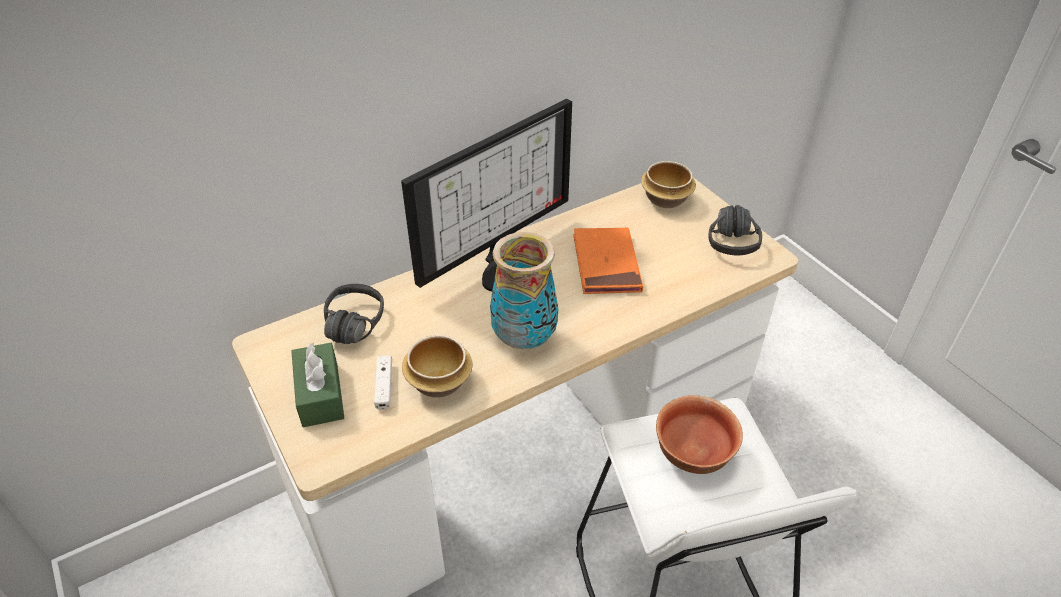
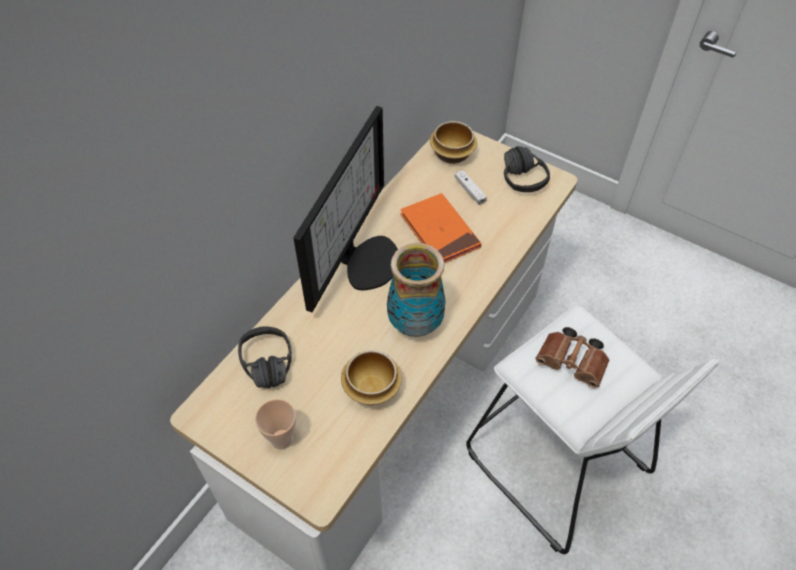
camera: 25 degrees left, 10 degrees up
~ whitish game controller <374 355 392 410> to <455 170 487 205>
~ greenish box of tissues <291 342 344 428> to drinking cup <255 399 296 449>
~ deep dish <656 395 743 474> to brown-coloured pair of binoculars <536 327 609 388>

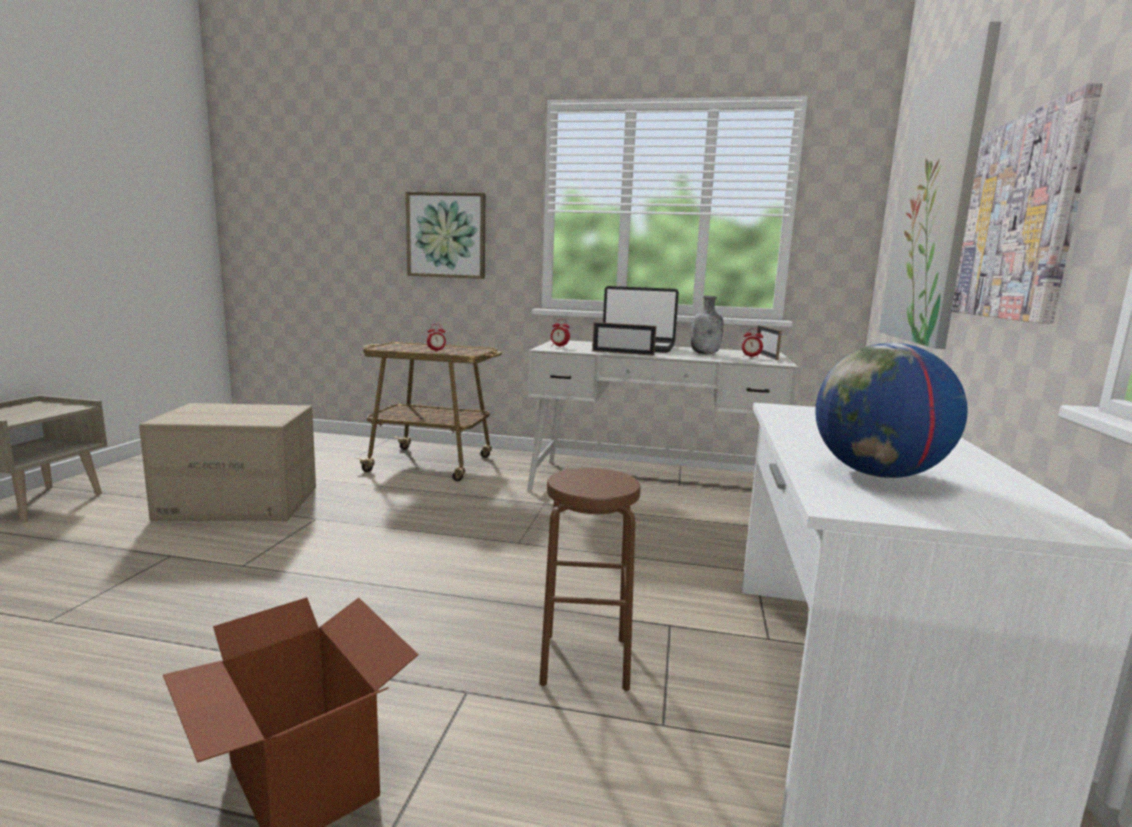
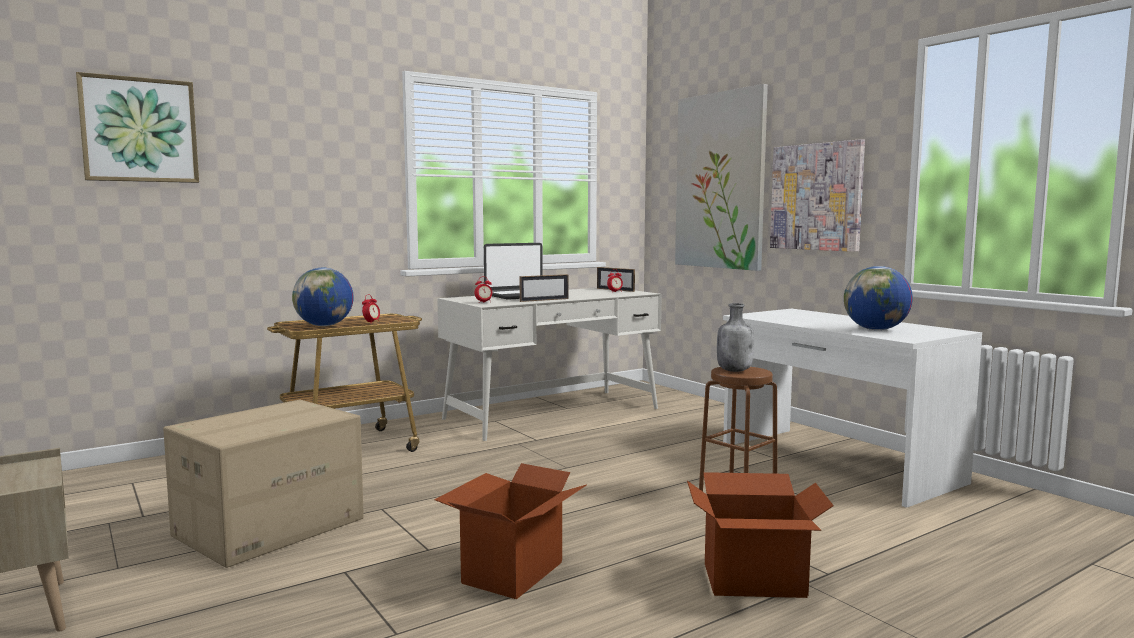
camera: 45 degrees left, 5 degrees down
+ desk globe <292 268 354 326>
+ cardboard box <434 463 587 599>
~ picture <406 192 485 279> to <76 72 199 183>
~ gray bottle <691 296 723 354> to <717 303 754 372>

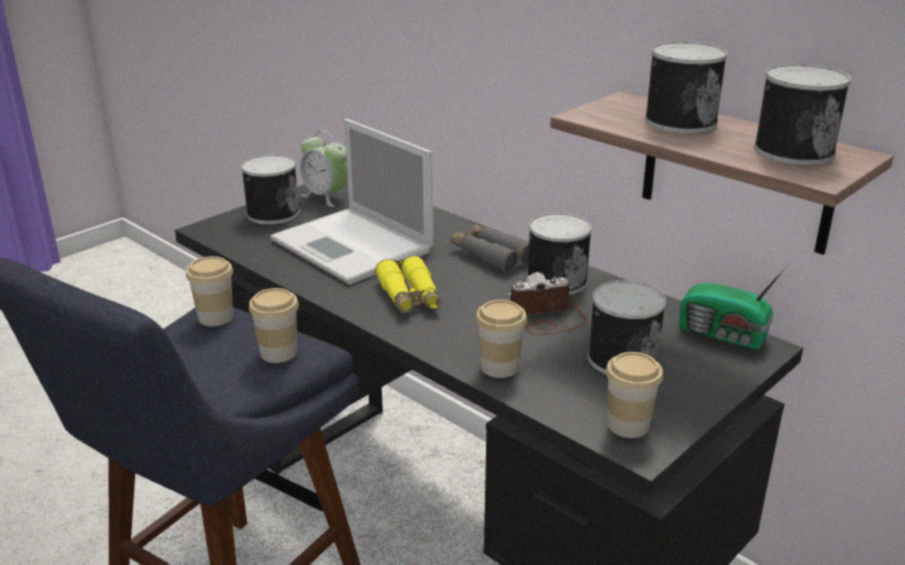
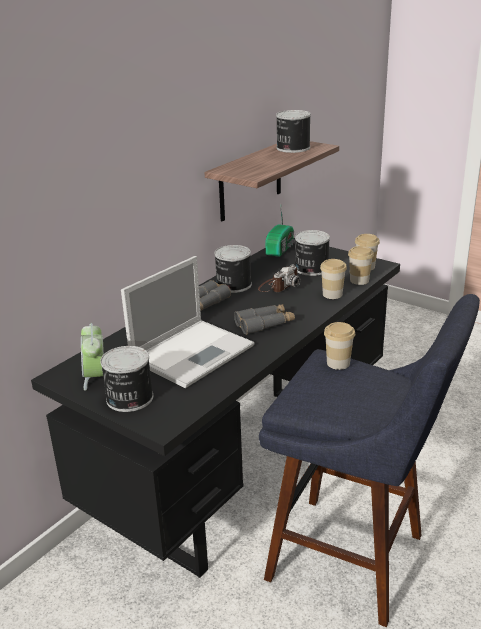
camera: 95 degrees left, 0 degrees up
- can <645 41 728 134>
~ drinking cup <186 256 233 326> to <348 246 374 285>
~ yellow pair of binoculars <375 255 442 314> to gray pair of binoculars <234 304 295 335>
~ table clock <300 131 348 207> = <81 323 104 390> 135 degrees clockwise
~ still camera <507 272 587 335> = <258 265 301 292> 120 degrees counterclockwise

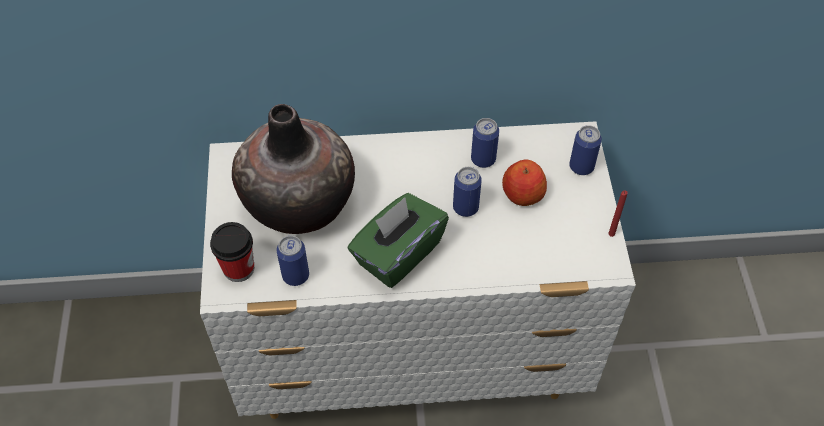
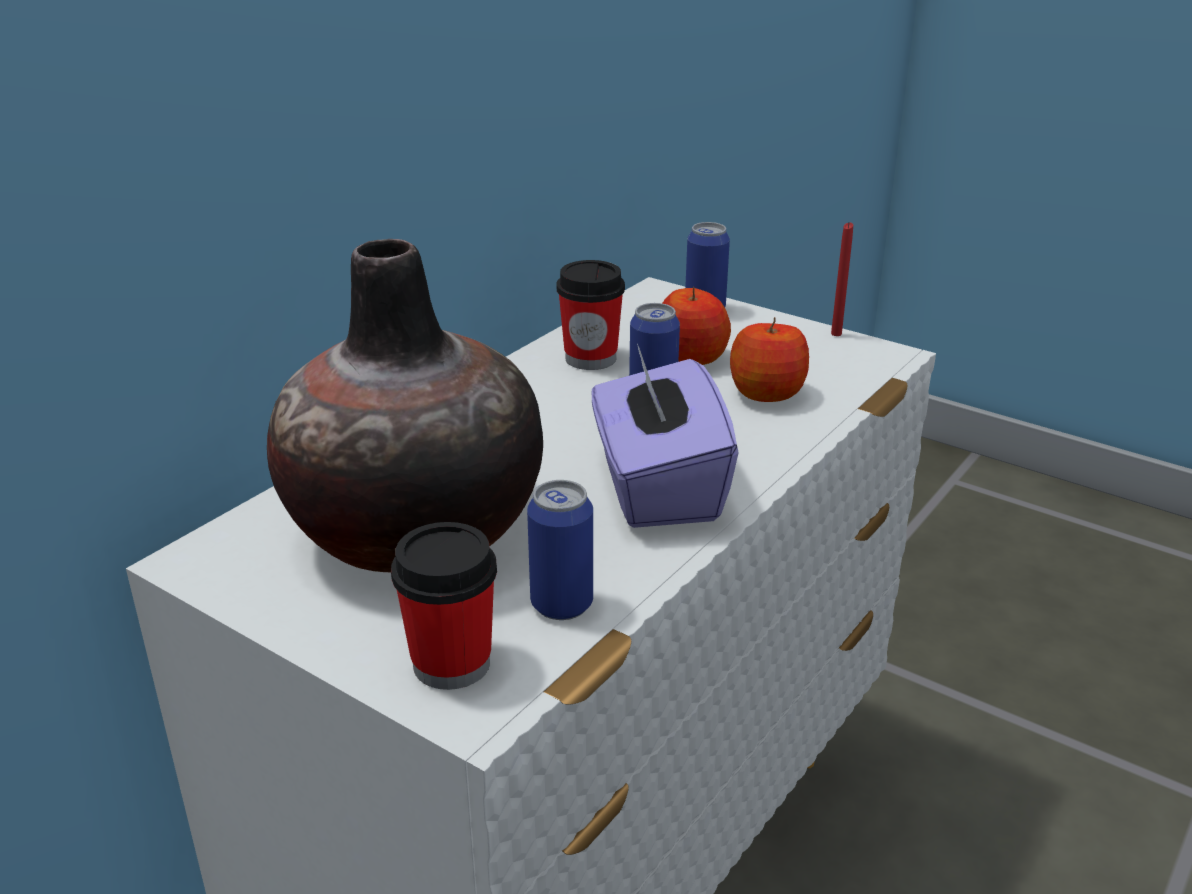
camera: 50 degrees left, 25 degrees down
+ apple <730 317 809 402>
~ can <471 118 499 168> to drinking cup <557 260 625 370>
~ greenish box of tissues <348 193 449 288> to purple box of tissues <592 343 739 528>

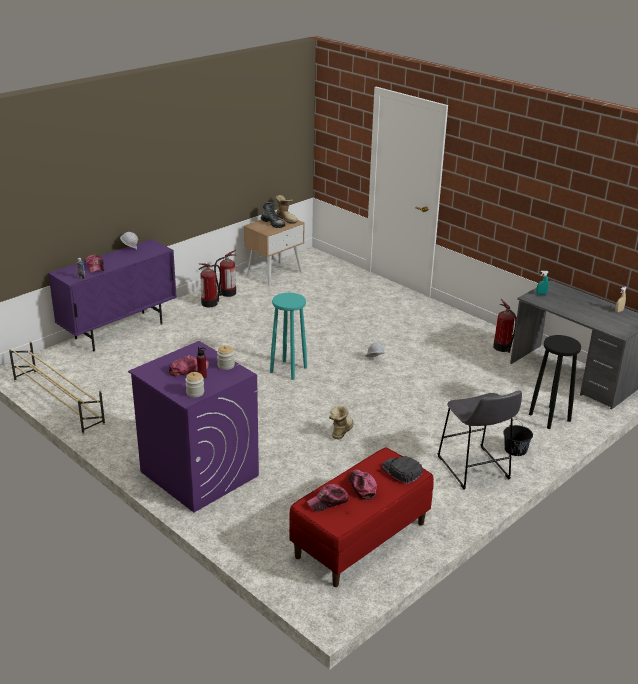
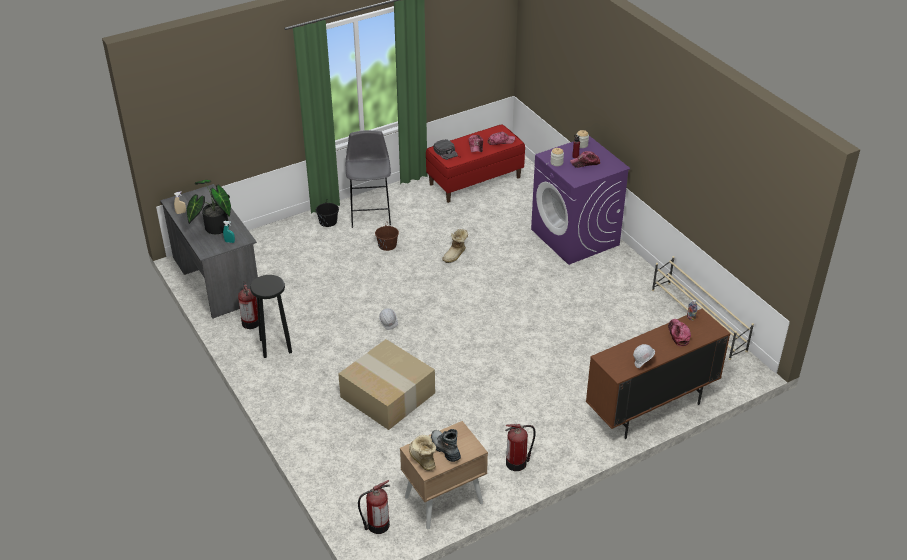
camera: 165 degrees left, 10 degrees up
- turquoise stool <270 293 307 380>
+ potted plant <187 180 231 234>
+ cardboard box <338 339 435 430>
+ brown-coloured bucket <375 221 399 251>
~ fire extinguisher <199 264 221 307> to <358 480 390 534>
~ black-coloured stool <529 335 581 429> to <250 275 292 358>
~ purple cupboard <48 239 177 351> to brown-coloured cupboard <586 309 731 439>

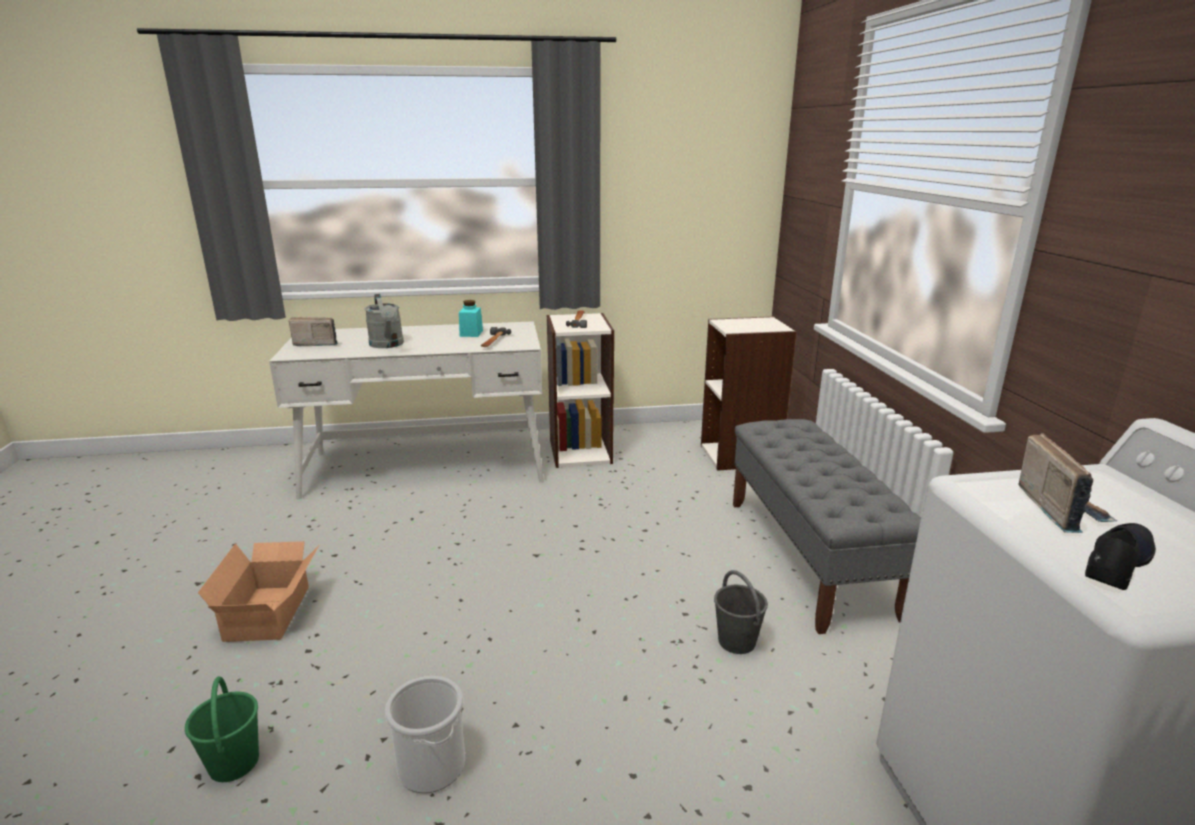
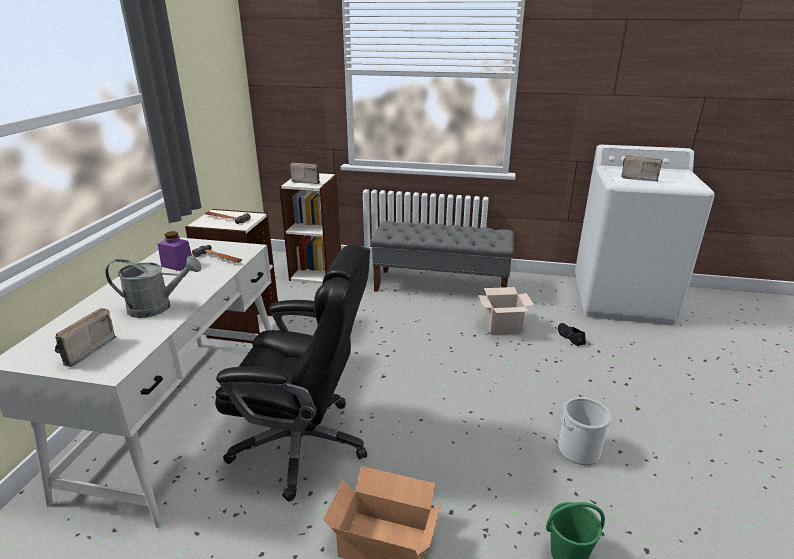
camera: 70 degrees left, 5 degrees up
+ black-coloured computer chair <215 244 370 502>
+ radio <290 162 320 184>
~ black-coloured item of footwear <1085 523 1156 590> to <558 323 586 346>
~ gray bucket <714 570 768 654> to cardboard box <478 287 534 335>
~ turquoise storage jar <459 300 483 337> to purple storage jar <158 231 192 271>

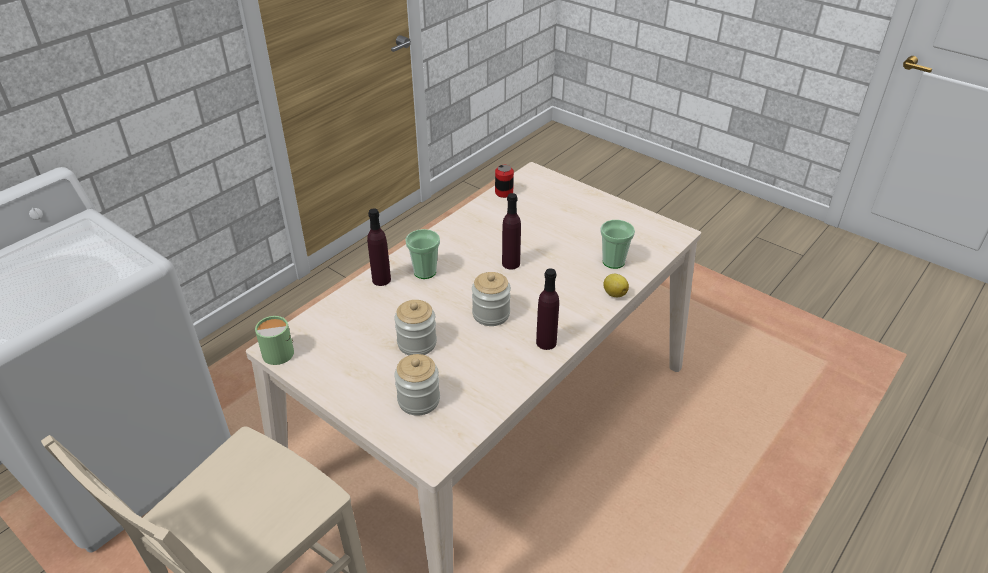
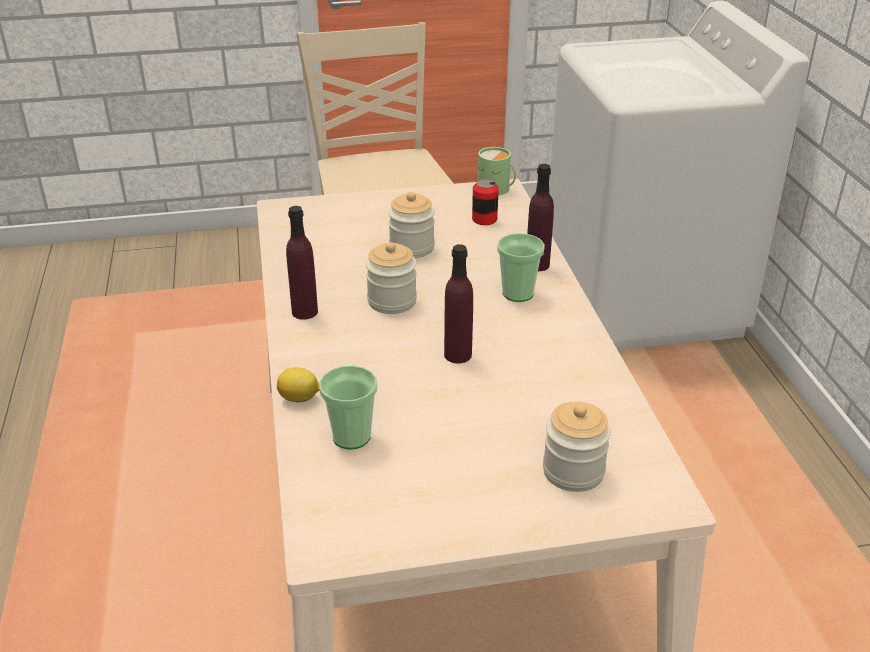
camera: 130 degrees right, 5 degrees down
~ storage jar <394 354 440 416> to <543 401 611 492>
~ can <495 165 514 198> to <472 179 499 225>

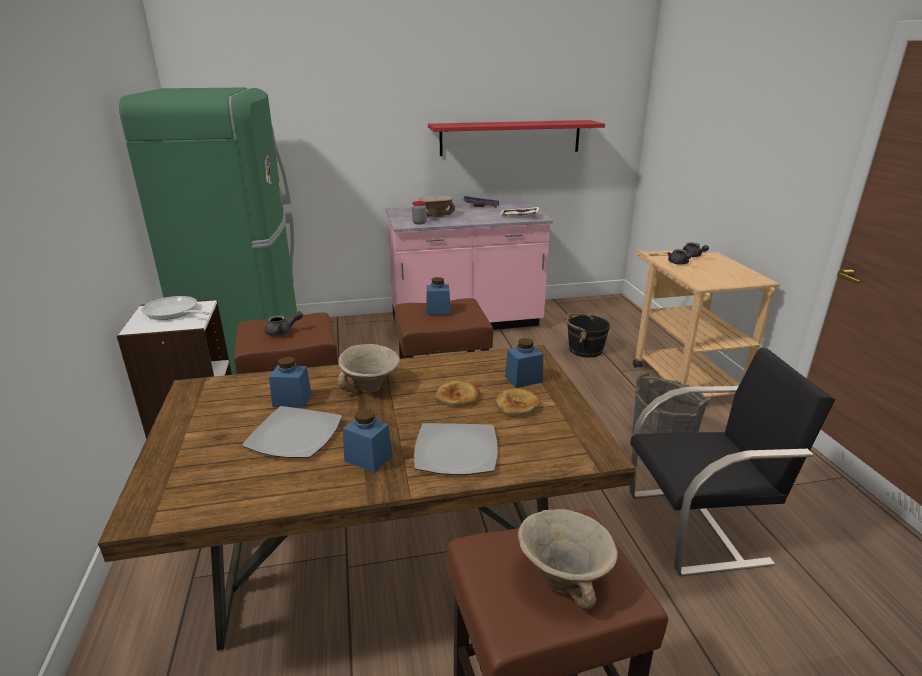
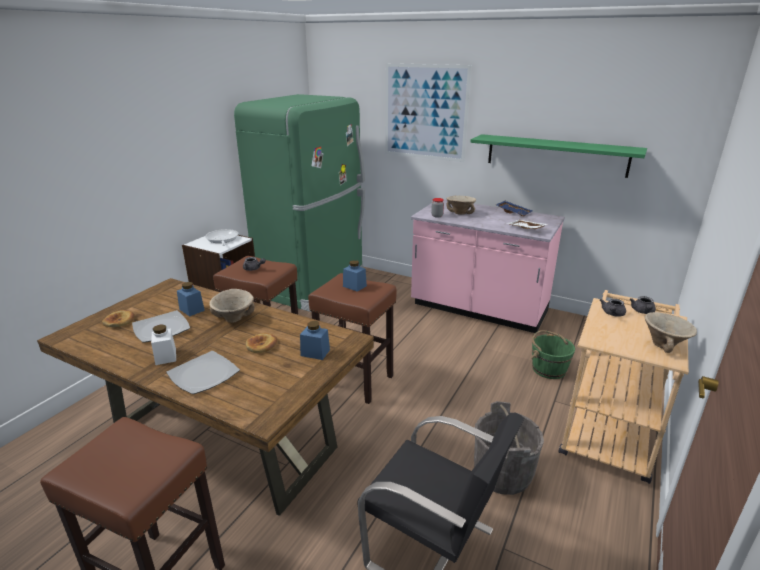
camera: 40 degrees right, 0 degrees up
+ picture <385 63 472 162>
~ bread <495 388 540 417> to <102 310 135 327>
~ sand-coloured deep dish <518 509 618 610> to <644 312 697 353>
~ blue storage jar <343 409 392 473> to whitish storage jar <151 325 176 365>
~ red bracket shelf <428 120 605 156> to greenish bracket shelf <470 134 647 178>
~ black-coloured bucket <566 313 610 358> to greenish bucket <531 330 575 379>

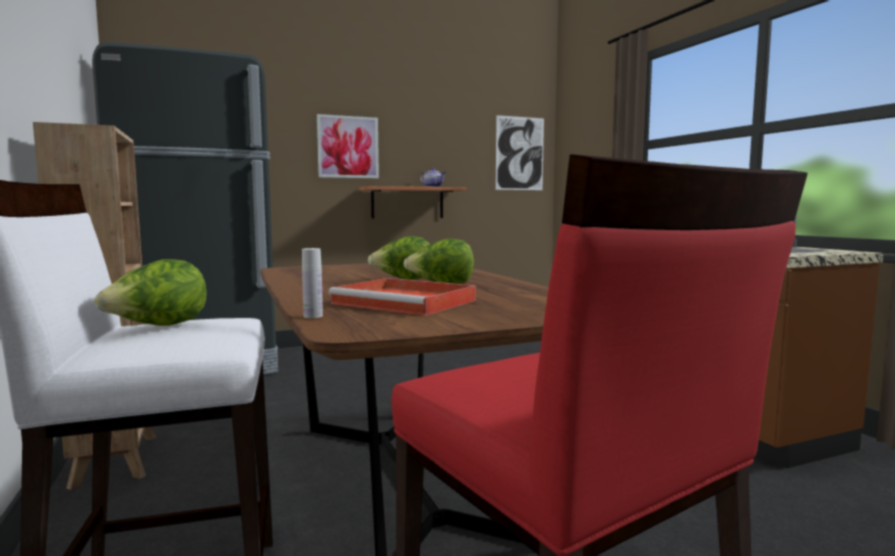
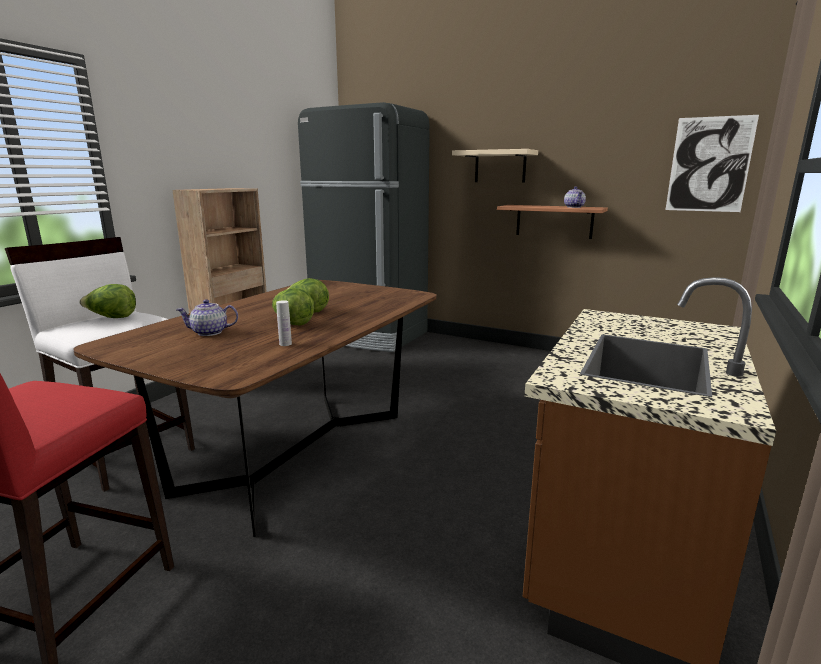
camera: 50 degrees right, 10 degrees up
~ whitish bottle <302 248 323 318> to <276 300 292 346>
~ picture <317 114 379 178> to sand-coloured bracket shelf <452 149 538 183>
~ red carrying tray <329 278 476 316> to pot for tea <176 299 238 336>

